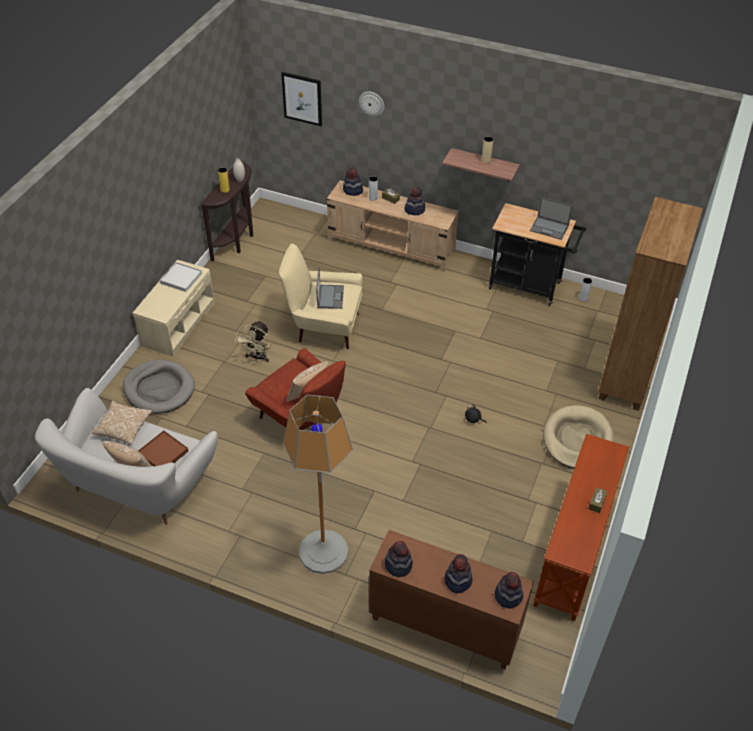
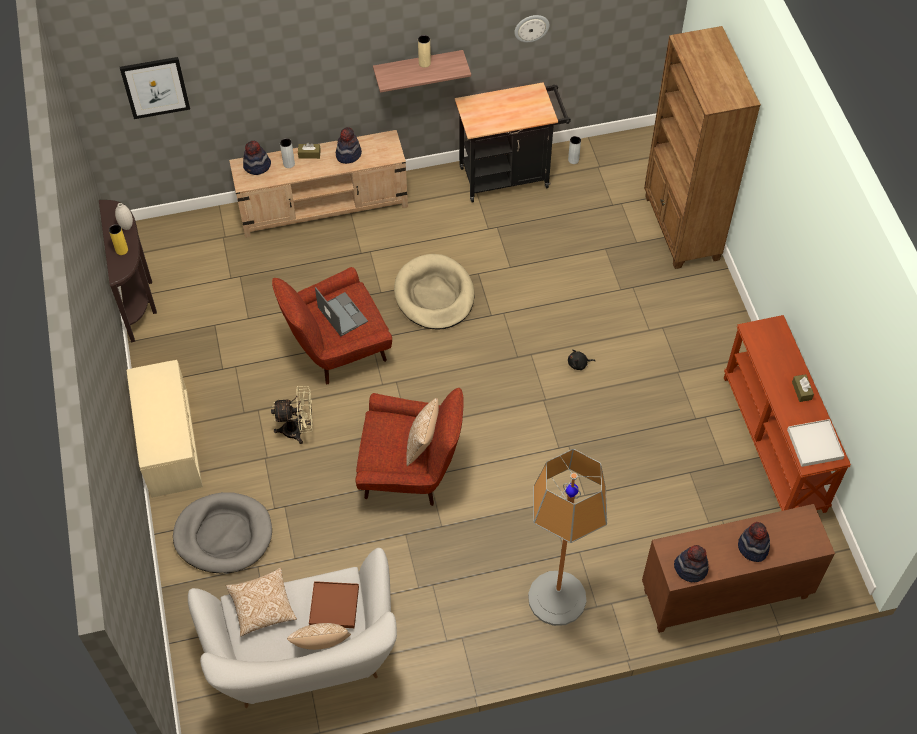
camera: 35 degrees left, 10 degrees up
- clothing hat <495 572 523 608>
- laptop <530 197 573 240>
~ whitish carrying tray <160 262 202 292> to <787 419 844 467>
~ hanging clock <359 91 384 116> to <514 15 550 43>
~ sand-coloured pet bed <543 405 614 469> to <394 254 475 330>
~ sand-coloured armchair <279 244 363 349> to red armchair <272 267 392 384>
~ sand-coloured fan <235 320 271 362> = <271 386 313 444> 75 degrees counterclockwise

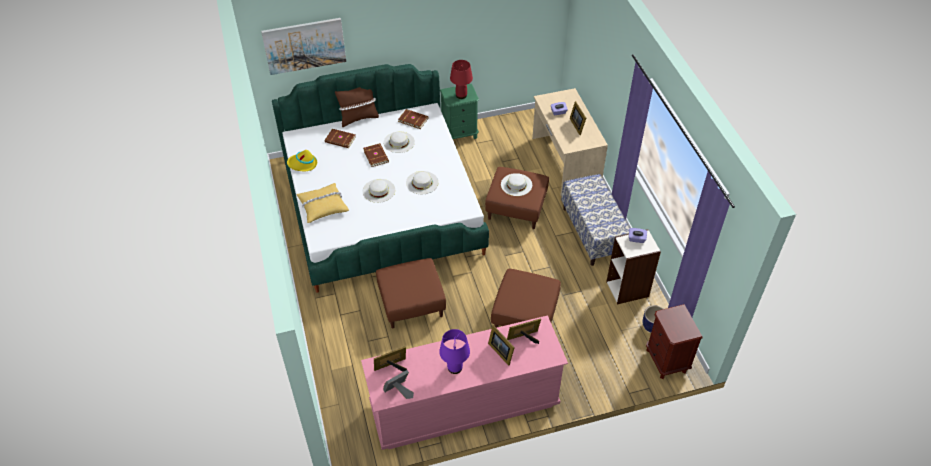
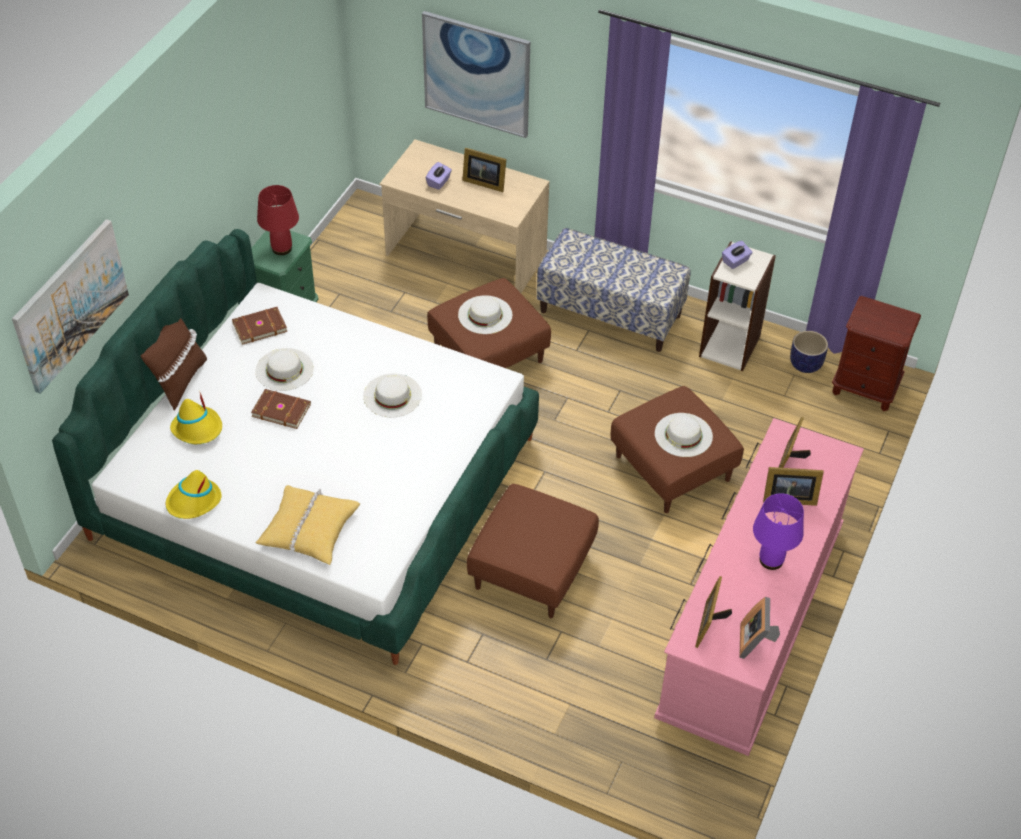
camera: 50 degrees left, 0 degrees up
+ picture <422 11 530 138>
~ whitish clothing hat <363 179 395 203> to <655 413 713 457>
~ brown-coloured bound book <325 129 356 148> to yellow clothing hat <170 393 222 444>

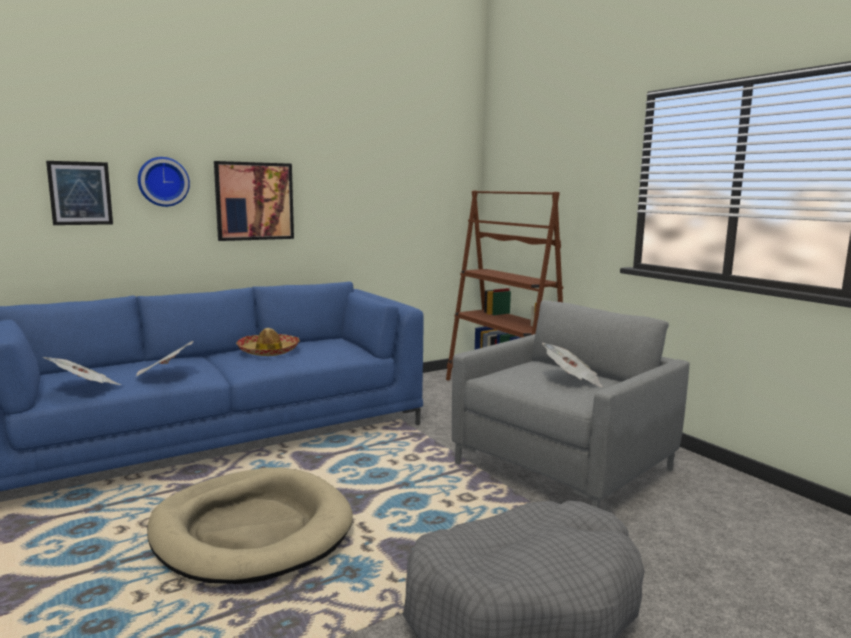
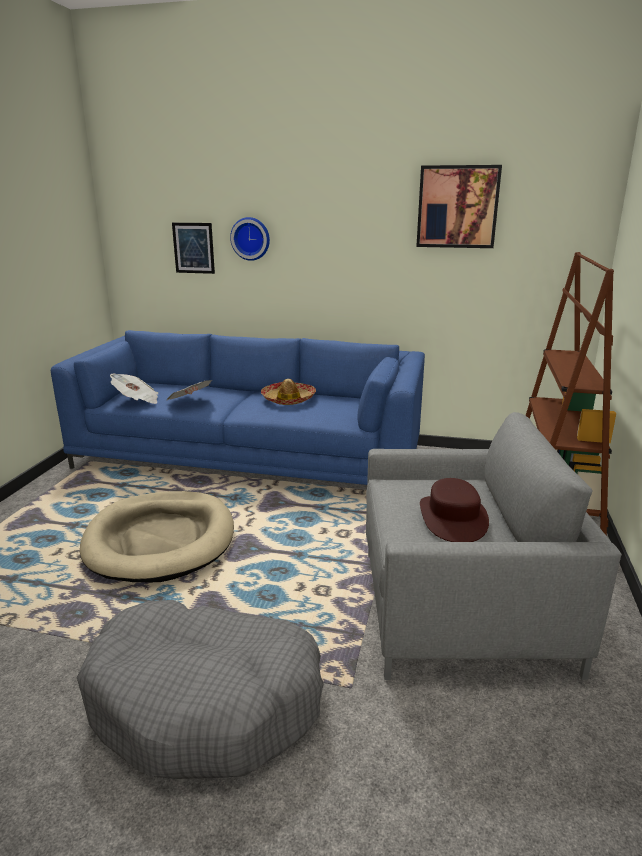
camera: 45 degrees right, 10 degrees up
~ picture <214 161 294 241> to <416 165 502 248>
~ printed paper <542 343 602 387> to brown-coloured clothing hat <420 478 489 542>

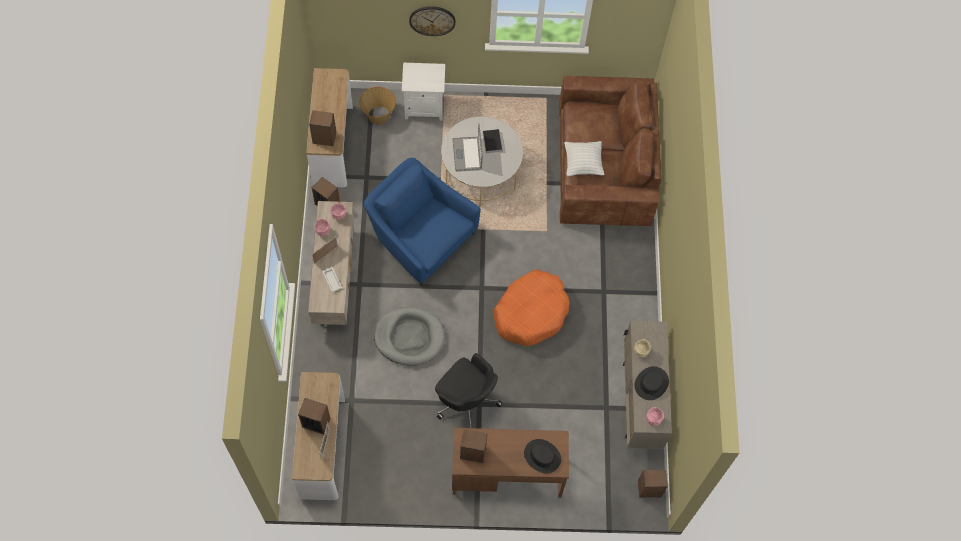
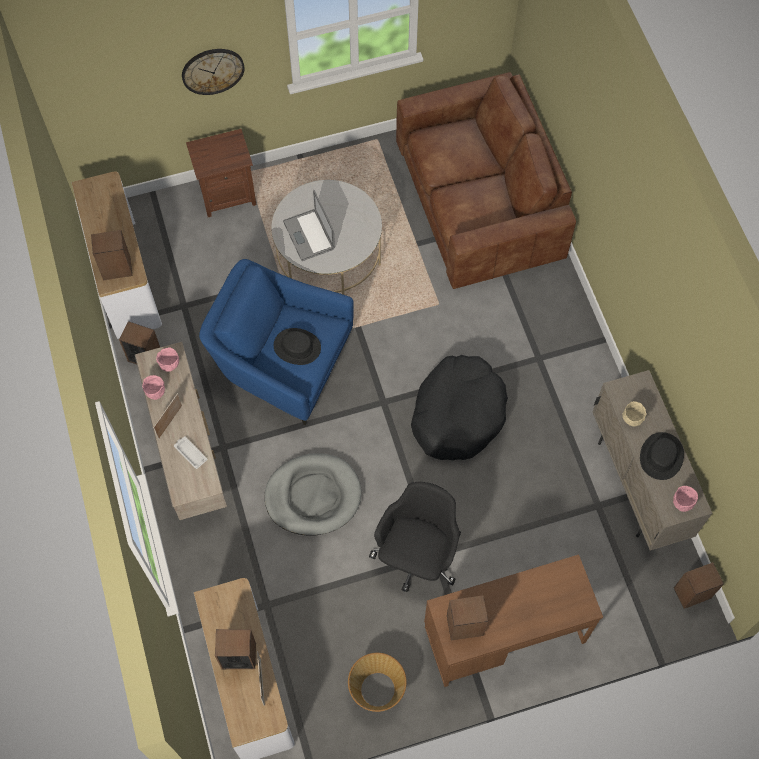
camera: 15 degrees left, 0 degrees up
- bound book <483 129 503 153>
- whitish pillow <564 141 604 176>
~ household basket <359 87 396 125> to <348 653 407 712>
~ black-coloured clothing hat <524 439 561 473> to <274 328 321 365>
~ whitish night table <402 63 445 120> to brown-coloured night table <186 129 257 217>
~ orange-coloured pet bed <494 270 570 346> to black-coloured pet bed <411 355 508 460>
~ black-coloured computer chair <435 353 503 428> = <369 482 461 592> 90 degrees counterclockwise

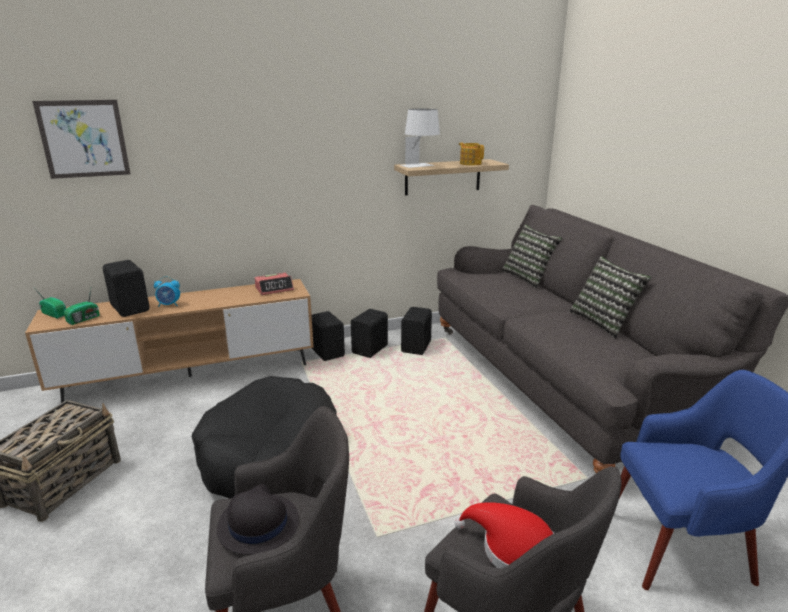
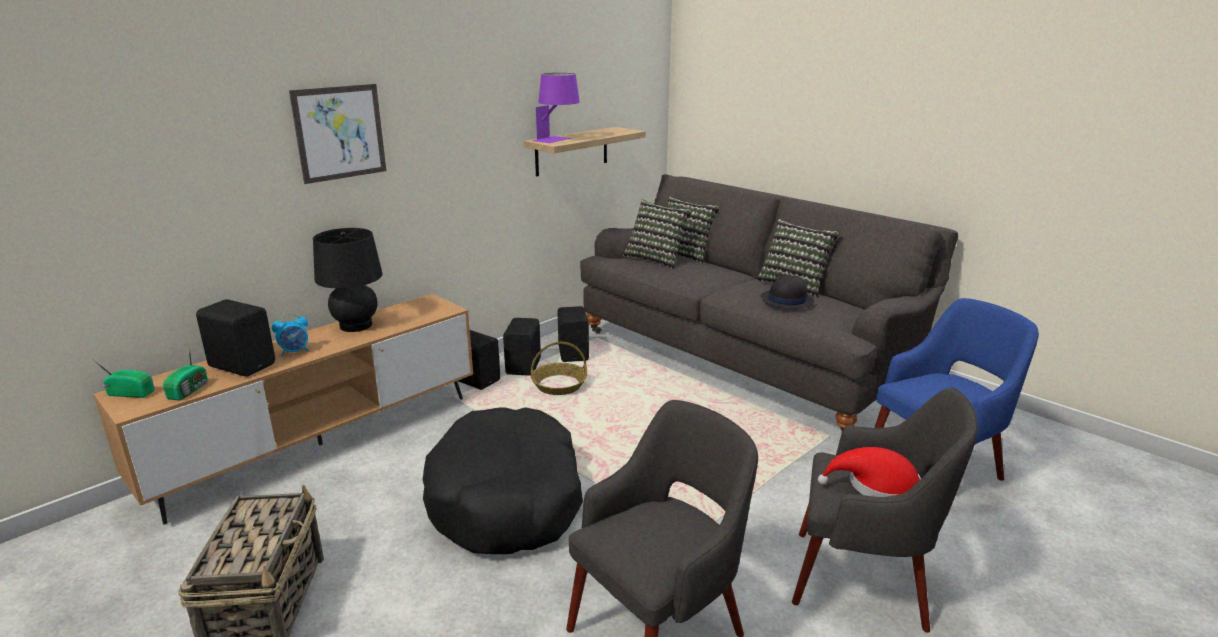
camera: 25 degrees left, 0 degrees up
- table clock <255 273 294 295>
- pot for tea <459 143 484 165>
+ black-coloured lamp for a table <313 228 383 332>
+ household basket <531 342 587 395>
+ pillow <623 199 693 270>
~ picture <32 100 131 179> to <289 84 386 184>
~ black-coloured clothing hat <217 484 299 555> to <761 274 814 309>
~ whitish lamp for a table <401 109 440 168> to purple lamp for a table <532 73 580 143>

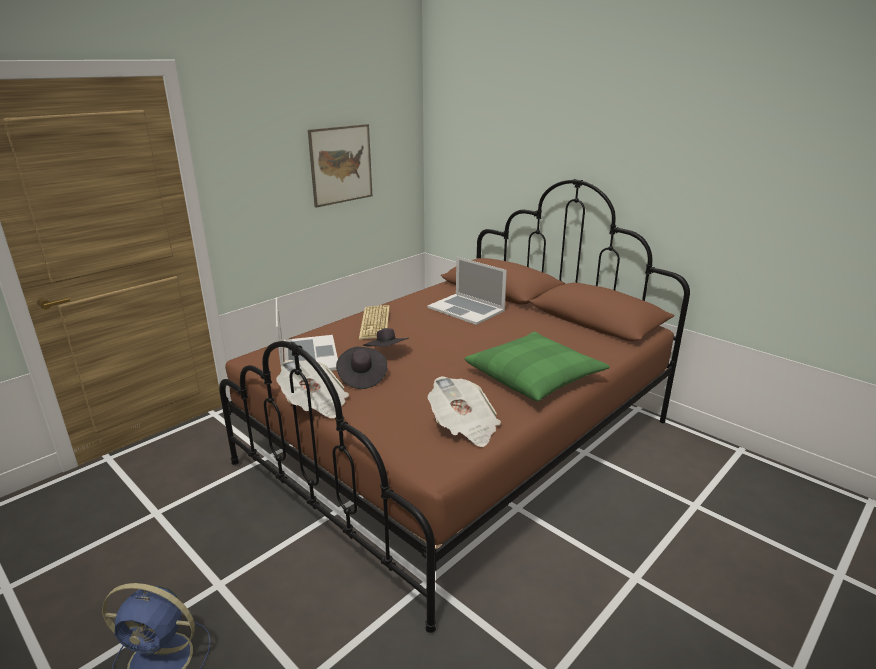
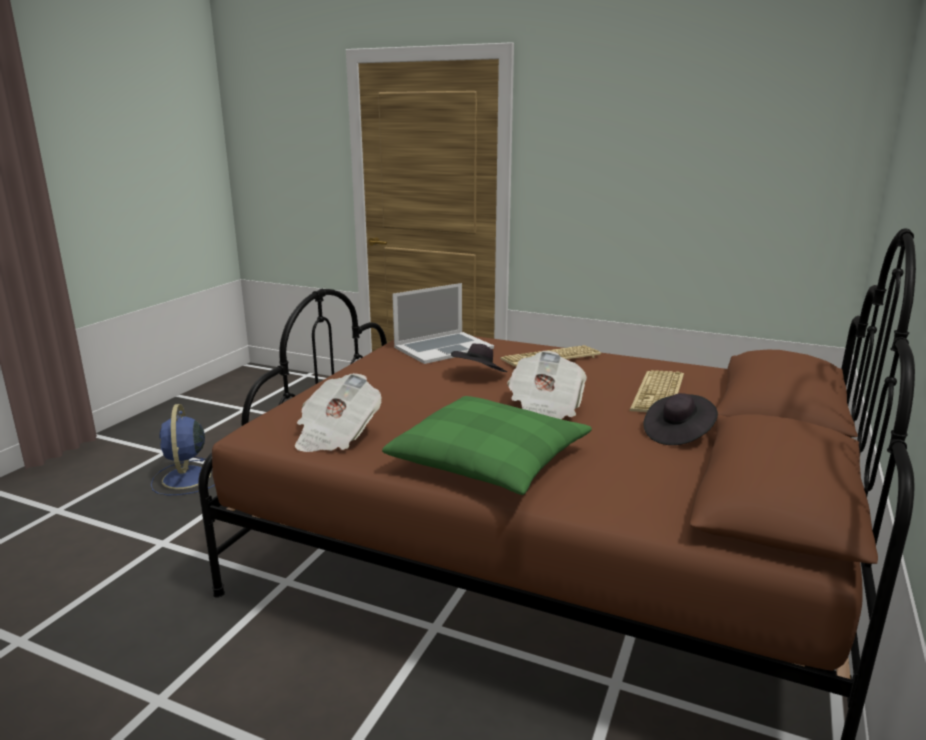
camera: 70 degrees right, 5 degrees down
- picture <308 124 372 208>
~ printed paper <276 360 349 418> to <507 351 587 419>
~ black-coloured clothing hat <336 347 387 389> to <643 393 718 445>
~ laptop <428 257 507 325> to computer keyboard <629 370 684 412>

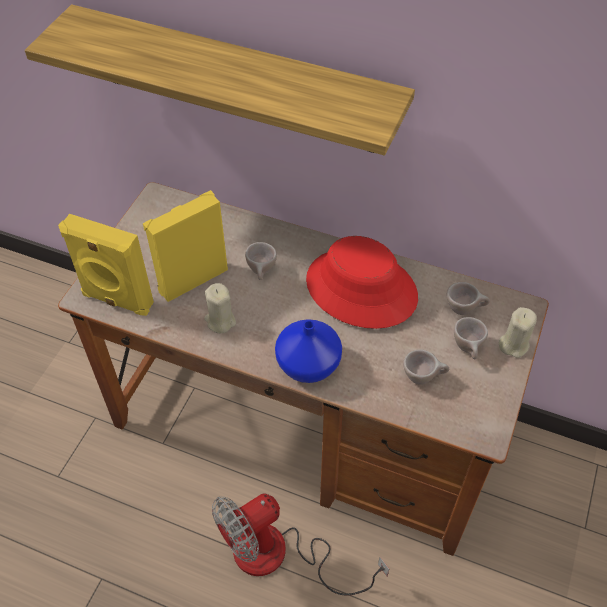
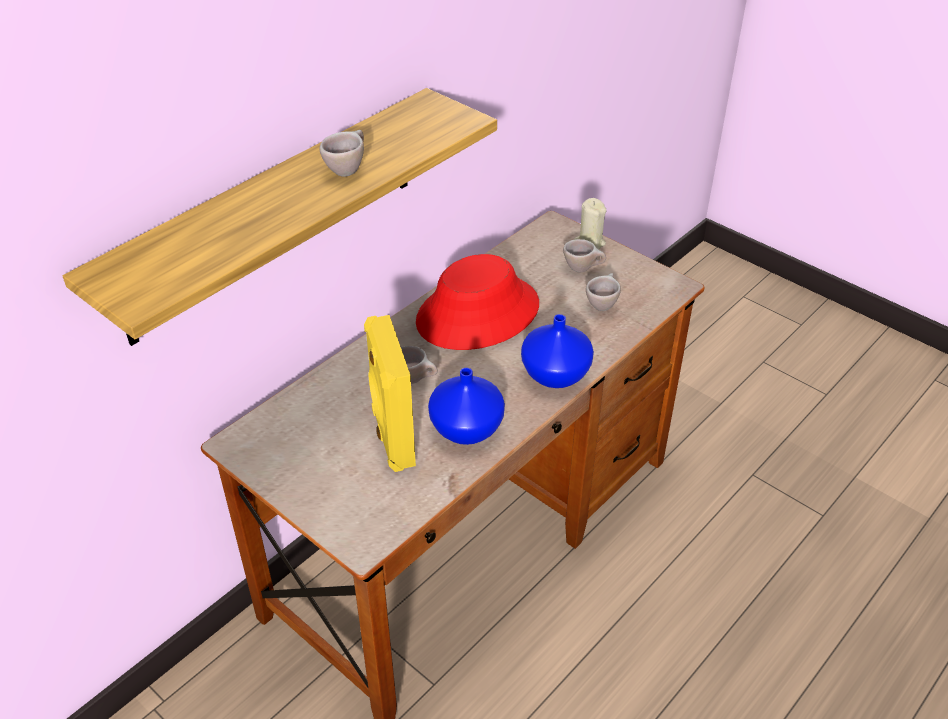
camera: 70 degrees left, 10 degrees down
- yellow audio speaker <58 214 154 316>
- fan <212 493 389 595>
~ sand-coloured drinking cup <447 282 490 315> to <319 130 364 177>
~ sand-coloured wax candle <204 283 236 333> to blue vase <428 368 505 445>

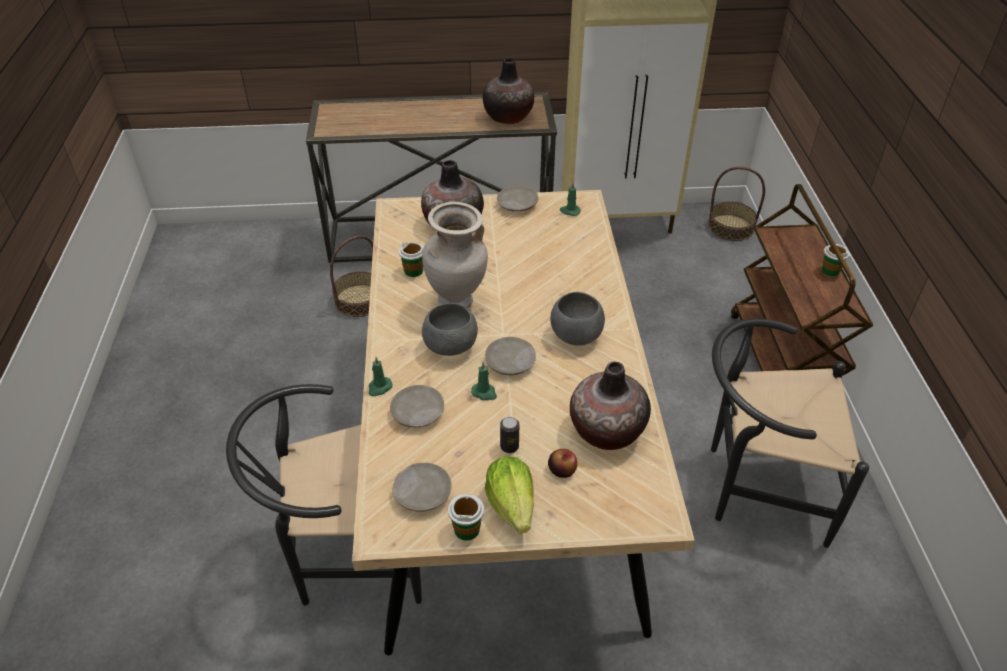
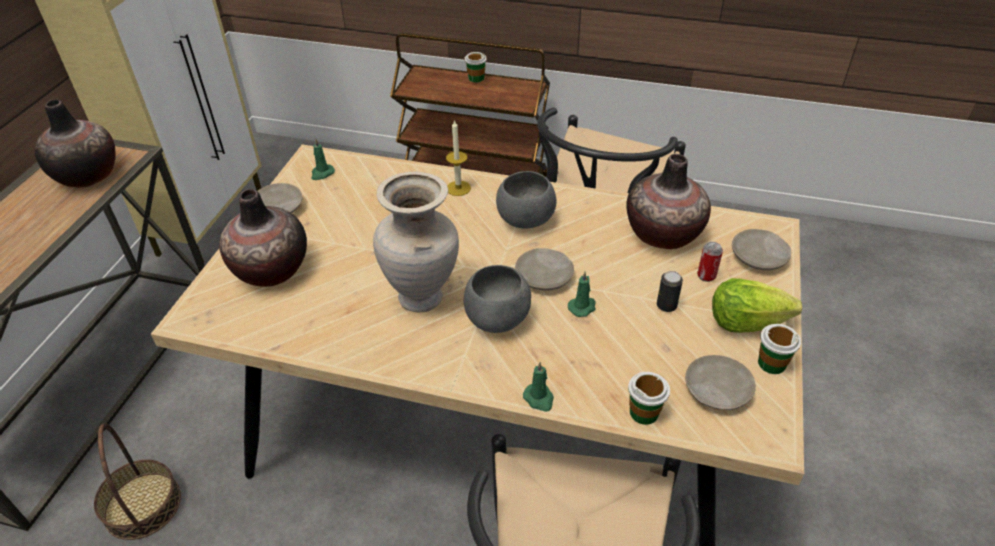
camera: 70 degrees left, 0 degrees up
- household basket <708 167 765 241>
+ wax candle <446 120 471 196>
~ sand-coloured plate <390 385 444 427> to <732 229 791 270>
~ drinking cup <399 242 424 277> to <628 372 670 425>
~ apple <548 449 577 478> to can <697 242 723 282>

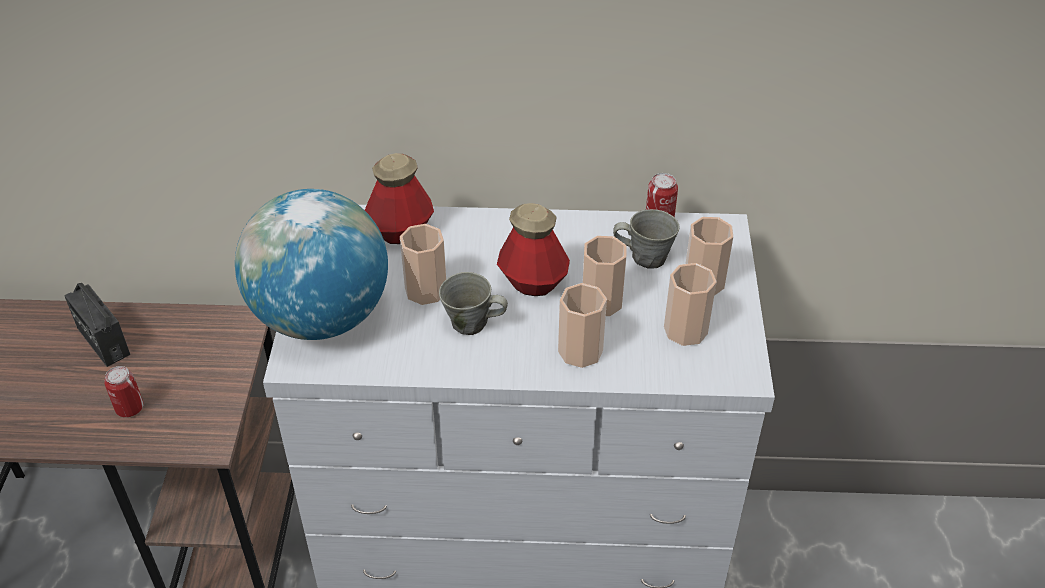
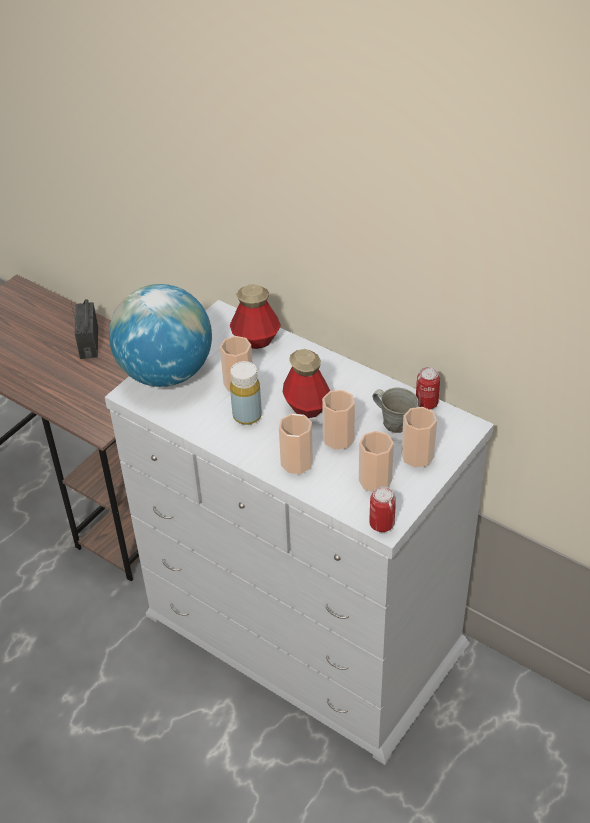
camera: 35 degrees right, 0 degrees up
~ can <104 366 144 417> to <369 486 396 532>
~ gray tea mug <439 272 508 335> to yellow bottle <230 361 262 425>

